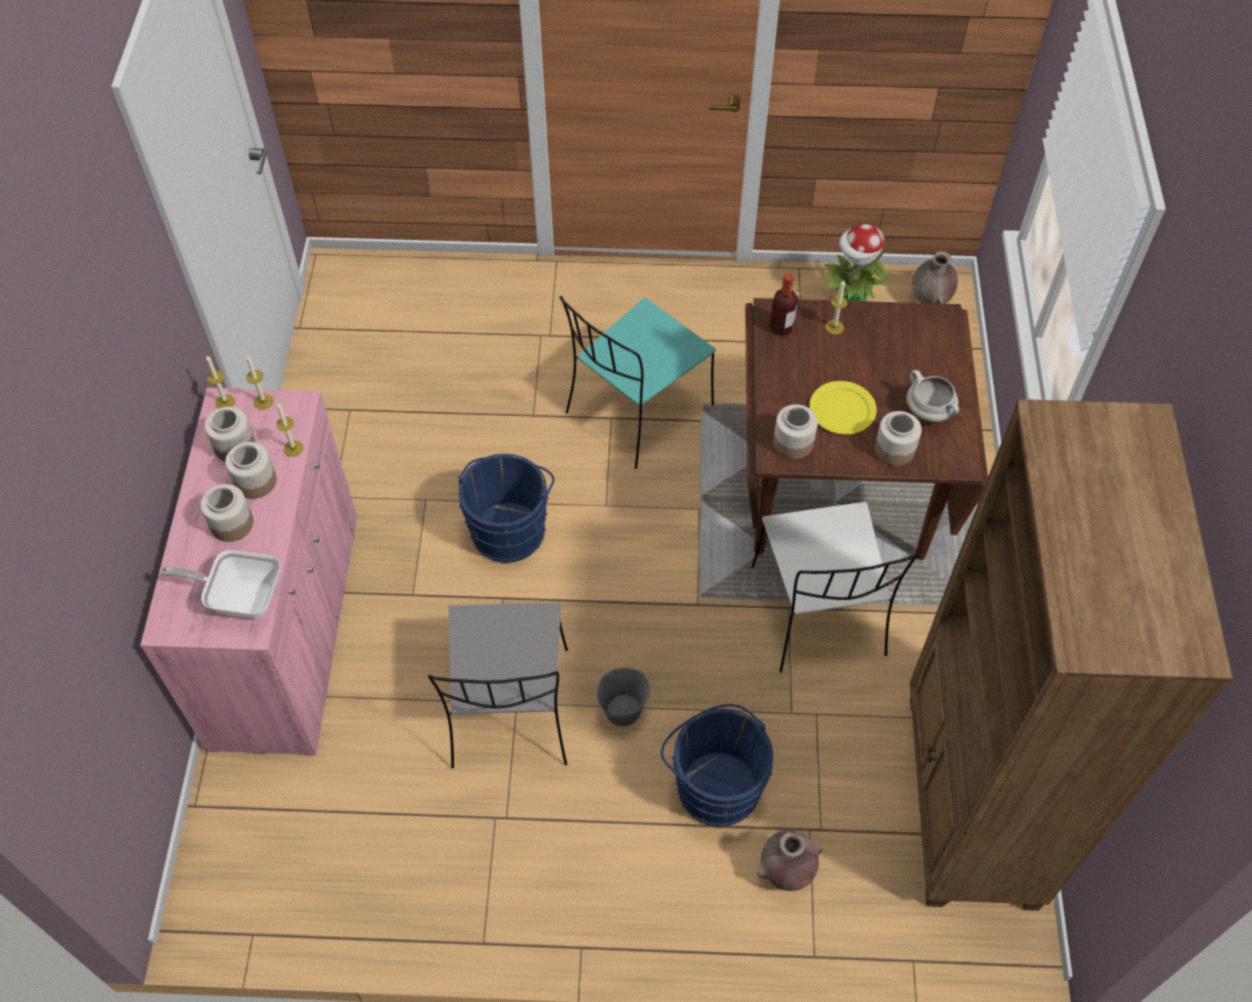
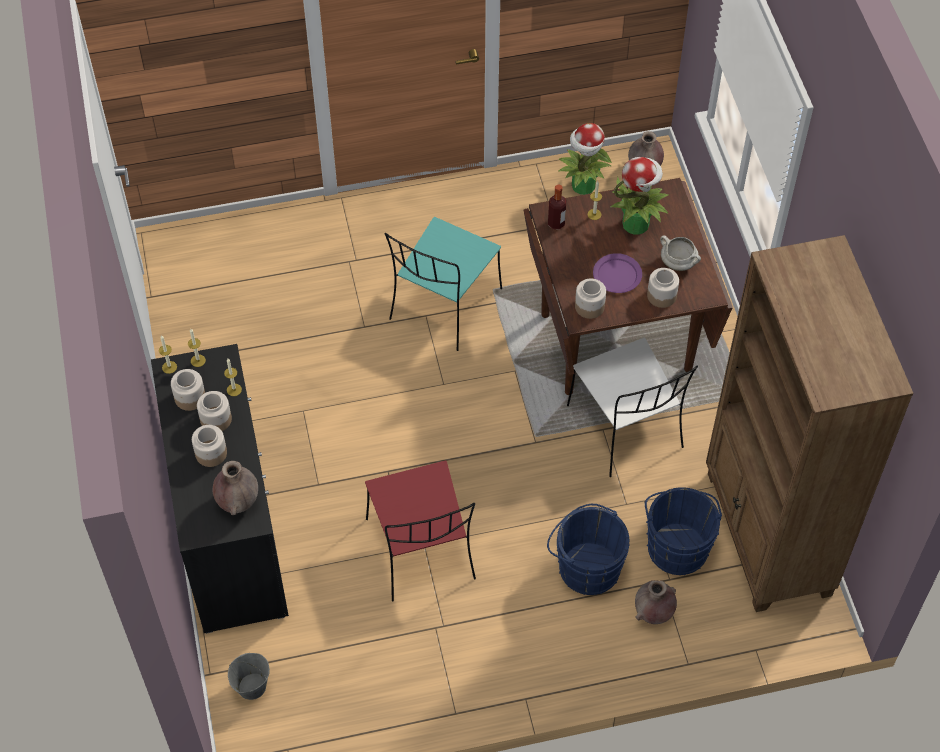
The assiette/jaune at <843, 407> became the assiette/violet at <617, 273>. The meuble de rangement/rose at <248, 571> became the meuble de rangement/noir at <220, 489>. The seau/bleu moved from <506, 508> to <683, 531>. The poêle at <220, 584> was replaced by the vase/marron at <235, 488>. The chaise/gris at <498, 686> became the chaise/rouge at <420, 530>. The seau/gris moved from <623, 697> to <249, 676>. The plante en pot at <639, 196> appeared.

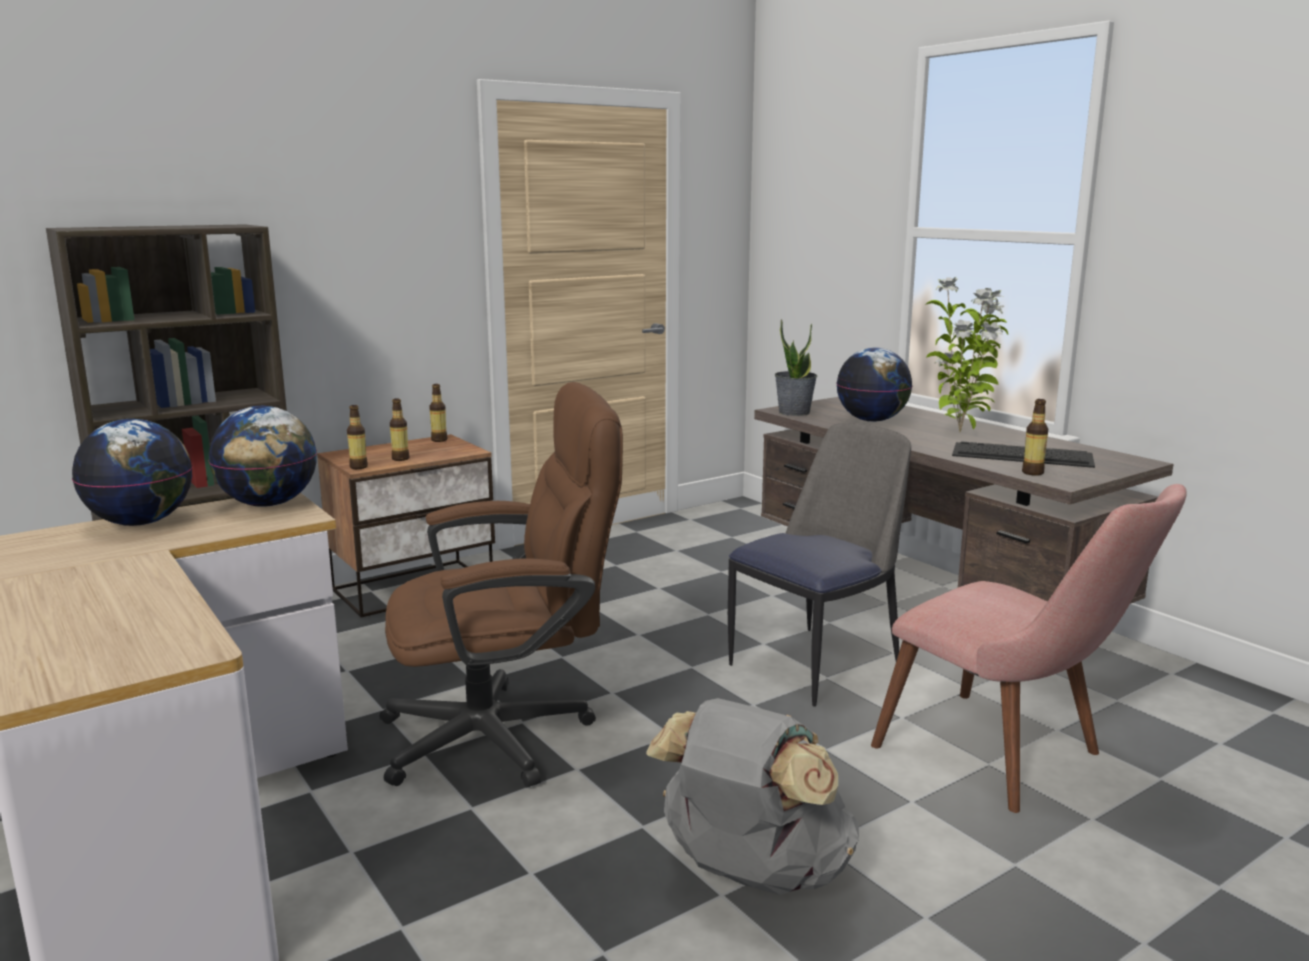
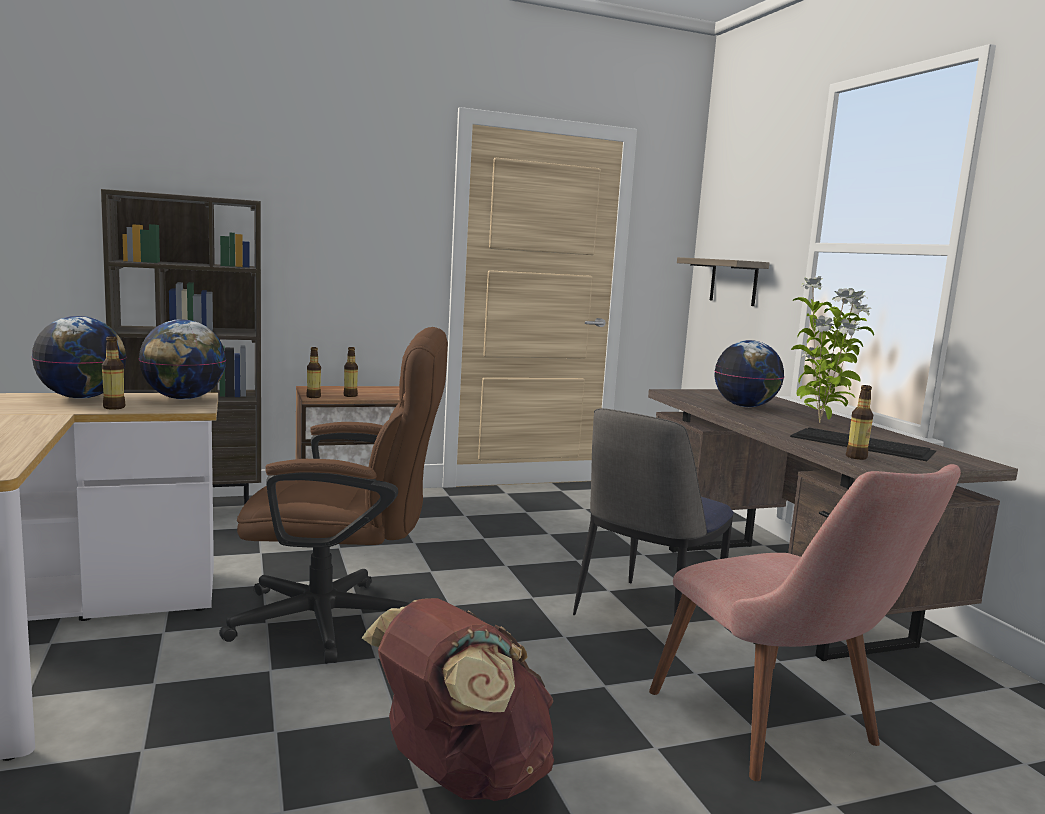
The plante en pot at <796, 367> disappeared. The bouteille moved from <438, 413> to <113, 373>. The chaise at <819, 565> turned 150 degrees clockwise. The sac à dos/gris at <752, 796> became the sac à dos/marron at <458, 699>. The étagère at <723, 281> appeared.

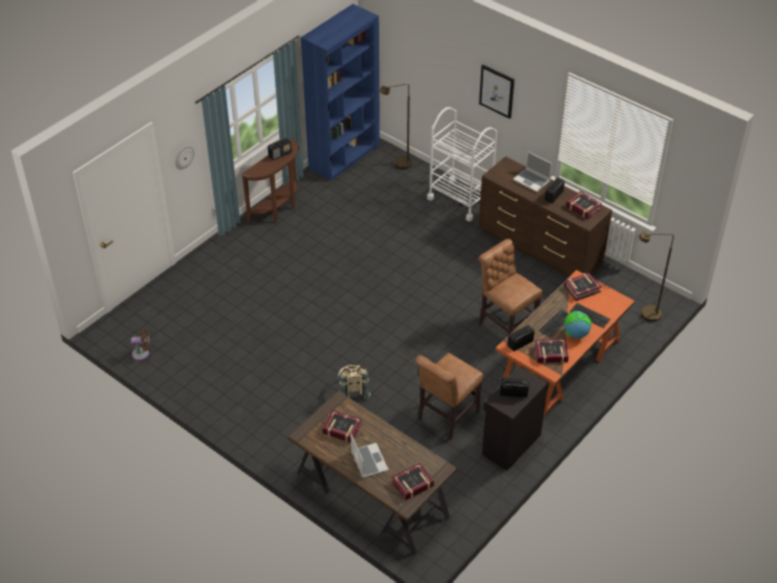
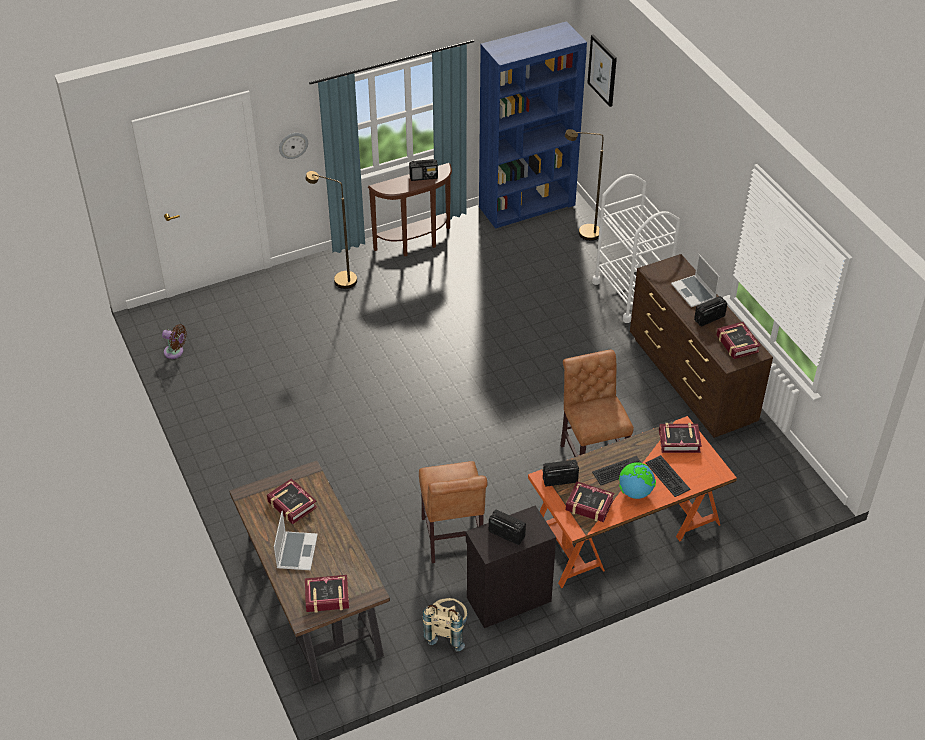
The tableau moved from <496, 92> to <602, 70>. The lampadaire/marron moved from <656, 277> to <331, 230>. The chaise/marron at <449, 396> turned 75 degrees counterclockwise. The sac à dos/beige moved from <354, 382> to <445, 624>.

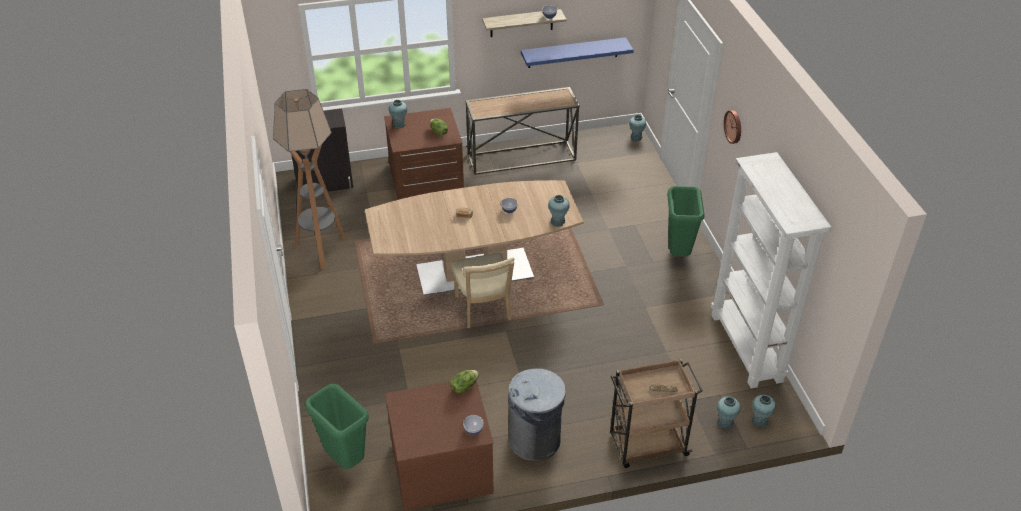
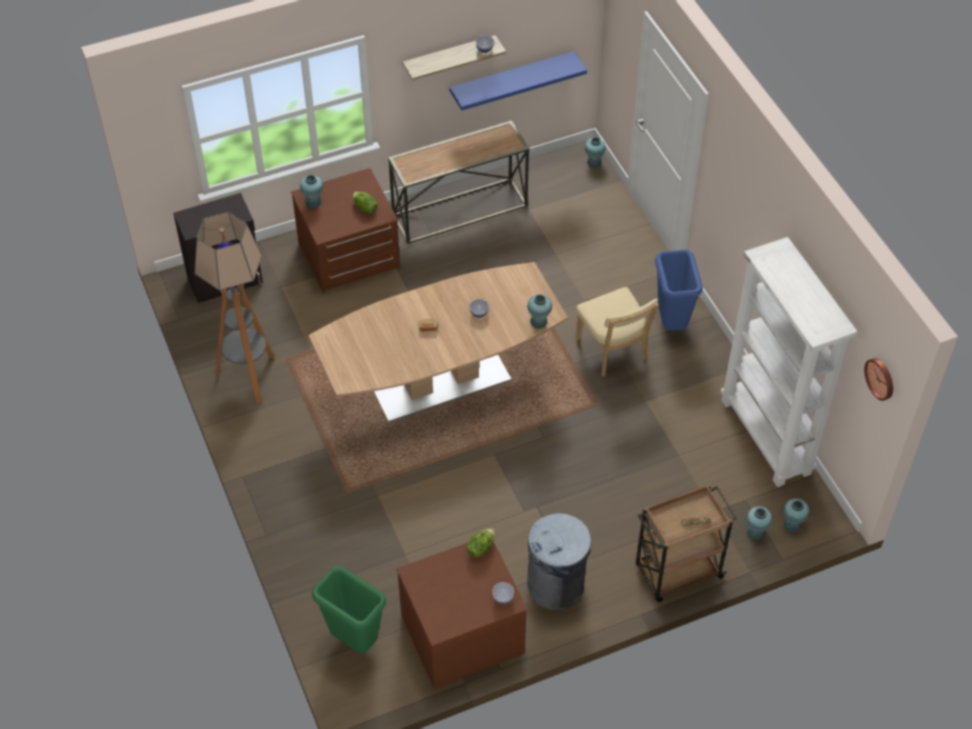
The horloge murale moved from <732, 127> to <878, 379>. The poubelle/vert at <686, 221> became the poubelle/bleu at <679, 290>. The chaise/beige moved from <482, 290> to <617, 331>.

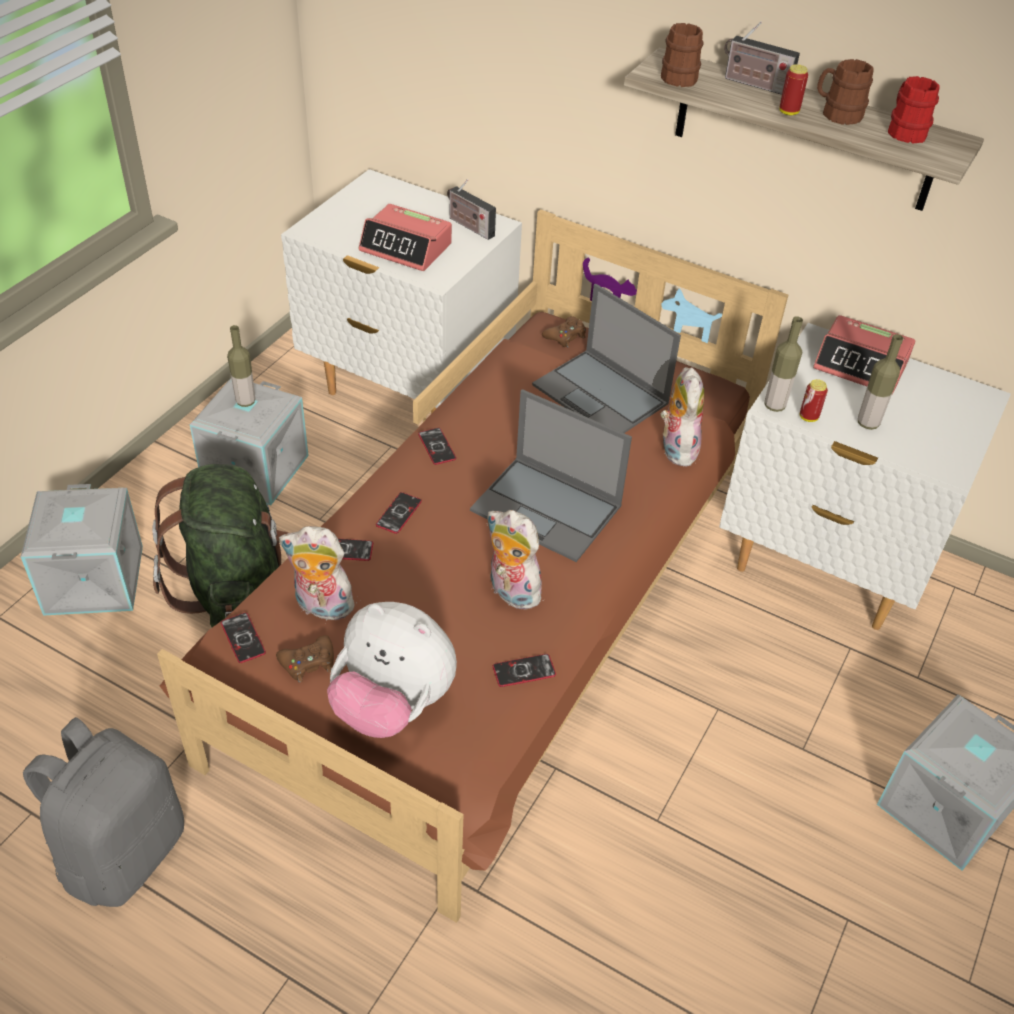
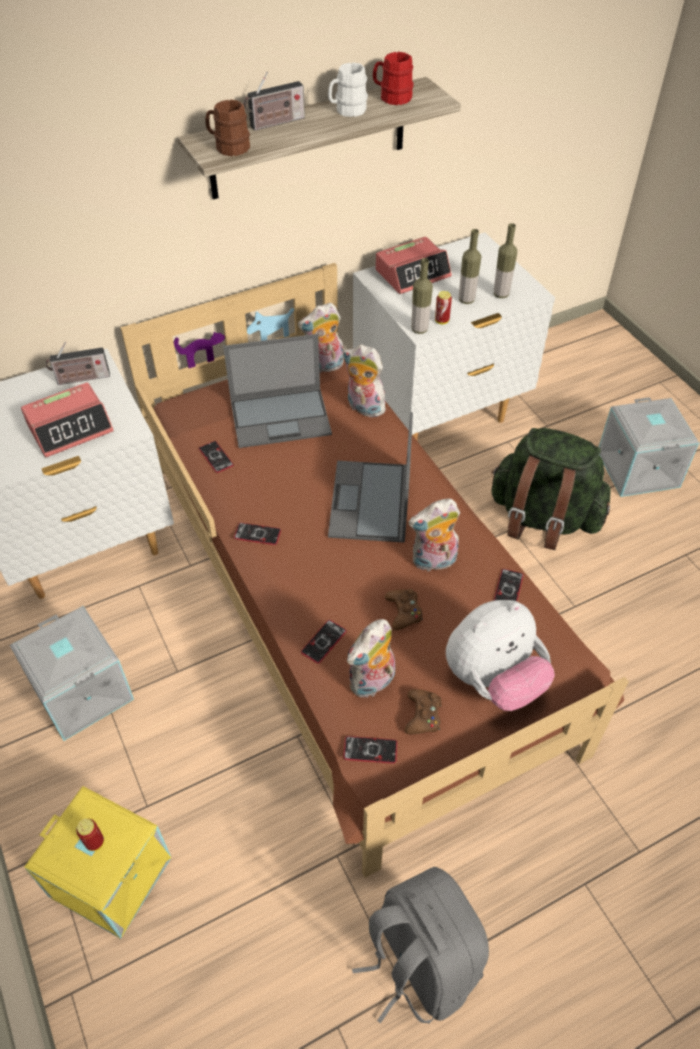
The mug/marron at <845, 92> became the mug/blanc at <348, 90>. The boîte métallique moved from <793, 89> to <90, 835>. The manette/marron moved from <564, 332> to <404, 609>. The bouteille moved from <241, 366> to <505, 260>. The ordinateur portable at <551, 475> turned 120 degrees clockwise. The sac à dos/vert moved from <220, 545> to <551, 489>. The boîte de rangement/gris at <82, 550> became the boîte de rangement/jaune at <97, 862>. The téléphone moved from <399, 513> to <216, 457>. The peluche at <320, 338> appeared.

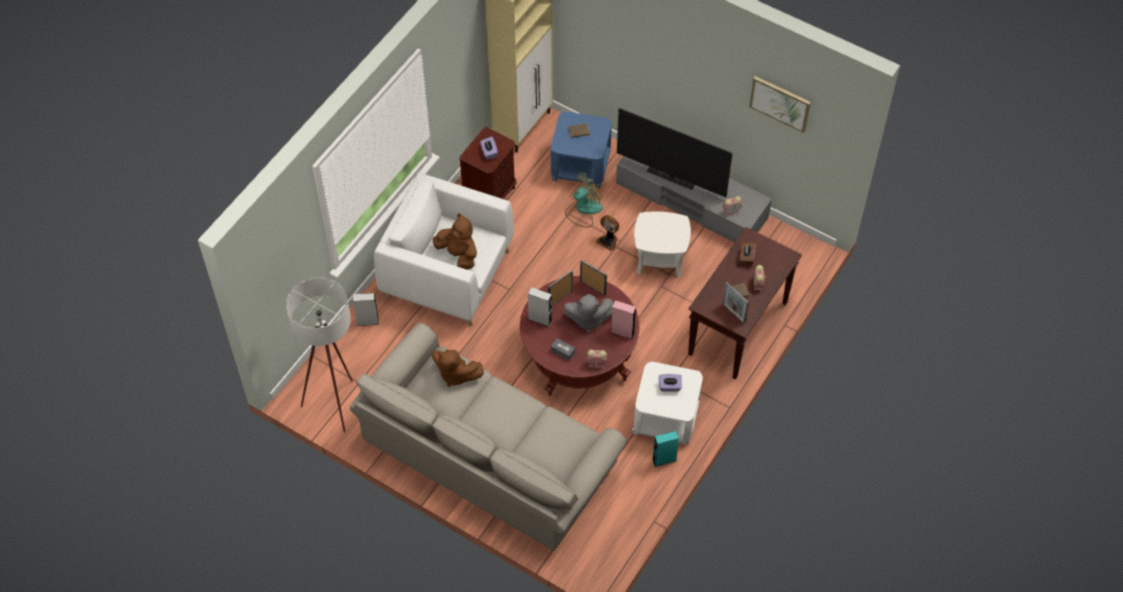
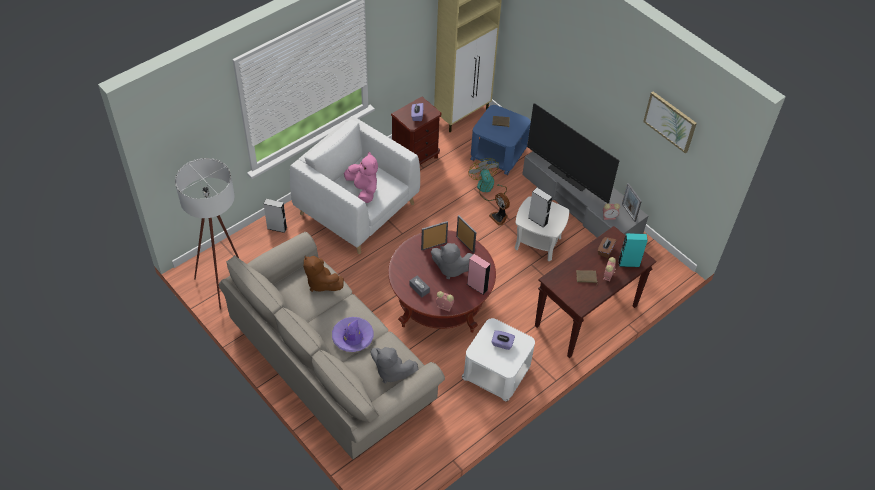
The ventilateur at <584, 199> turned 90 degrees counterclockwise. The peluche/marron at <455, 241> became the peluche/rose at <361, 177>. The cadre photo moved from <736, 303> to <632, 202>. The enceinte/gris moved from <540, 307> to <540, 208>. The enceinte/turquoise moved from <665, 449> to <633, 250>. The chapeau/violet at <353, 334> appeared. The peluche/gris at <395, 365> appeared.

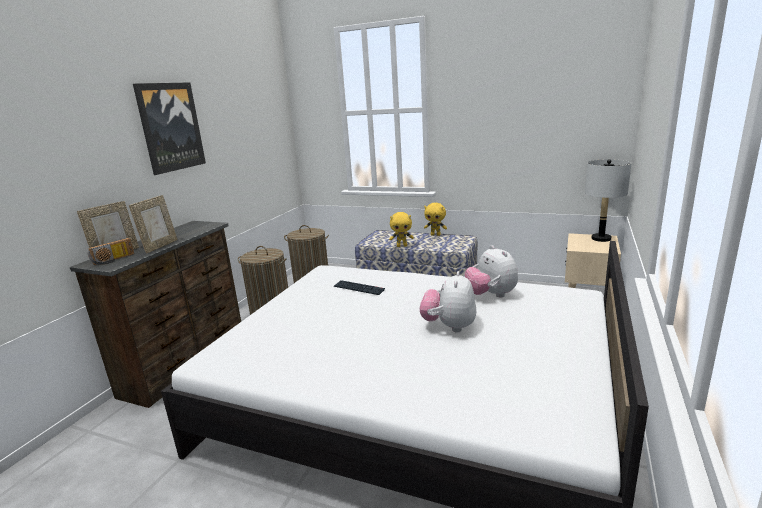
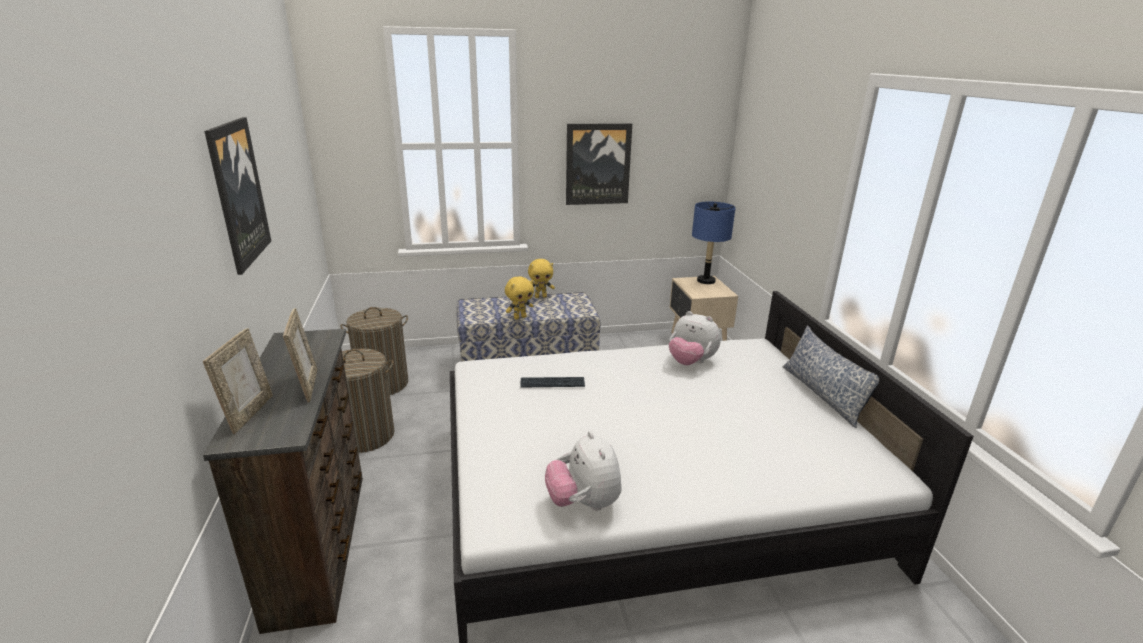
The lampe de table/gris at <608, 200> became the lampe de table/bleu at <714, 243>. The radio at <111, 251> disappeared. The peluche moved from <448, 301> to <583, 470>. The tableau at <599, 164> appeared. The coussin at <830, 376> appeared.

